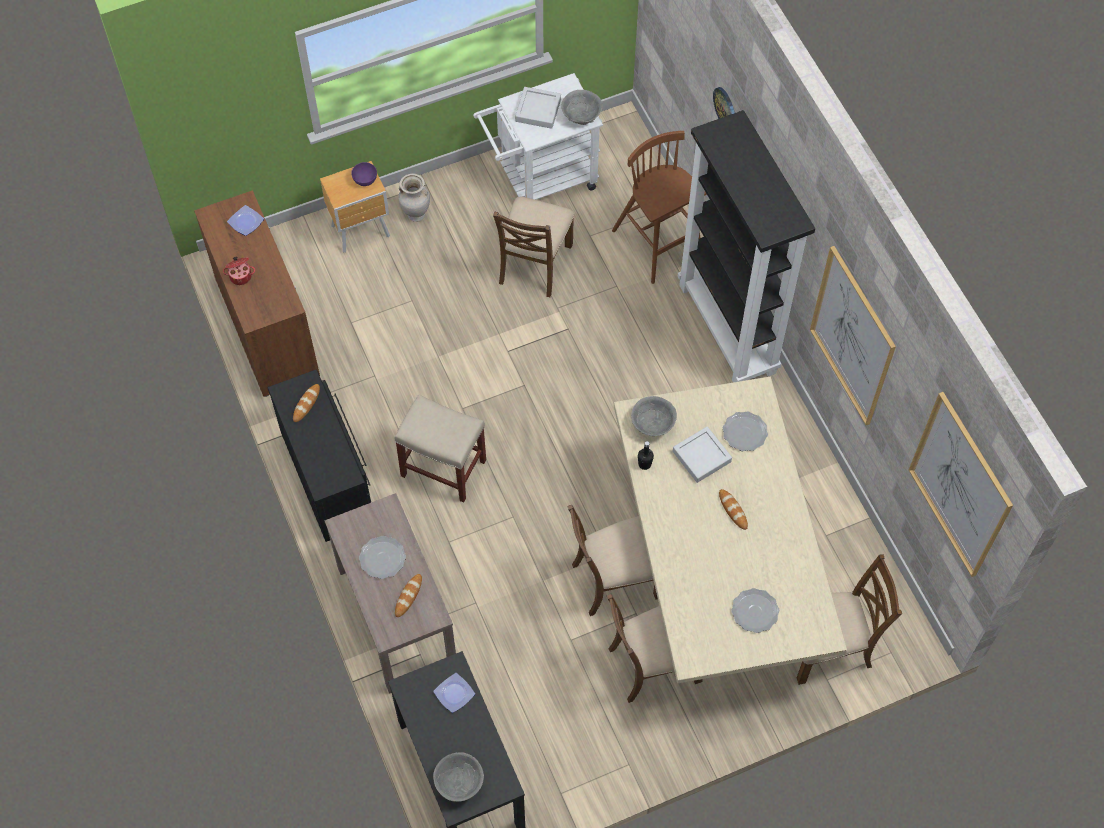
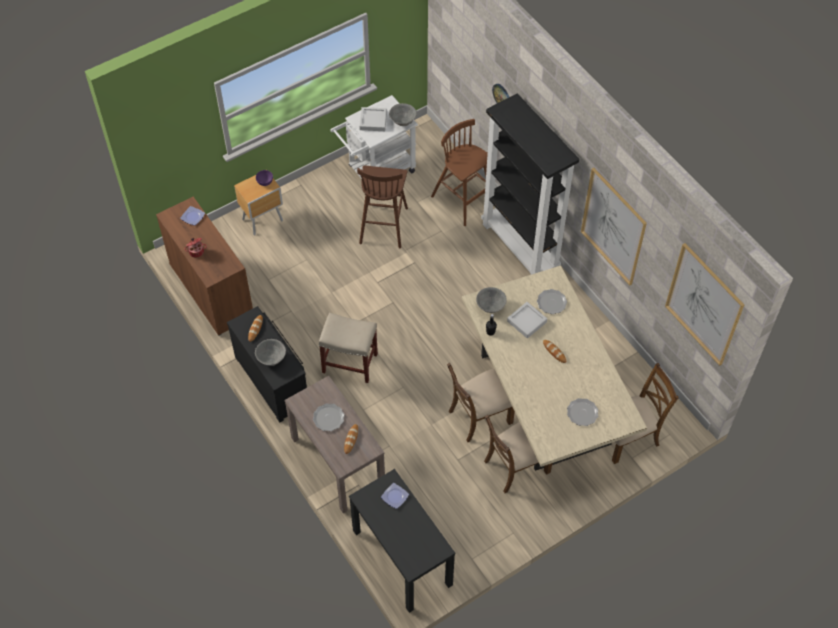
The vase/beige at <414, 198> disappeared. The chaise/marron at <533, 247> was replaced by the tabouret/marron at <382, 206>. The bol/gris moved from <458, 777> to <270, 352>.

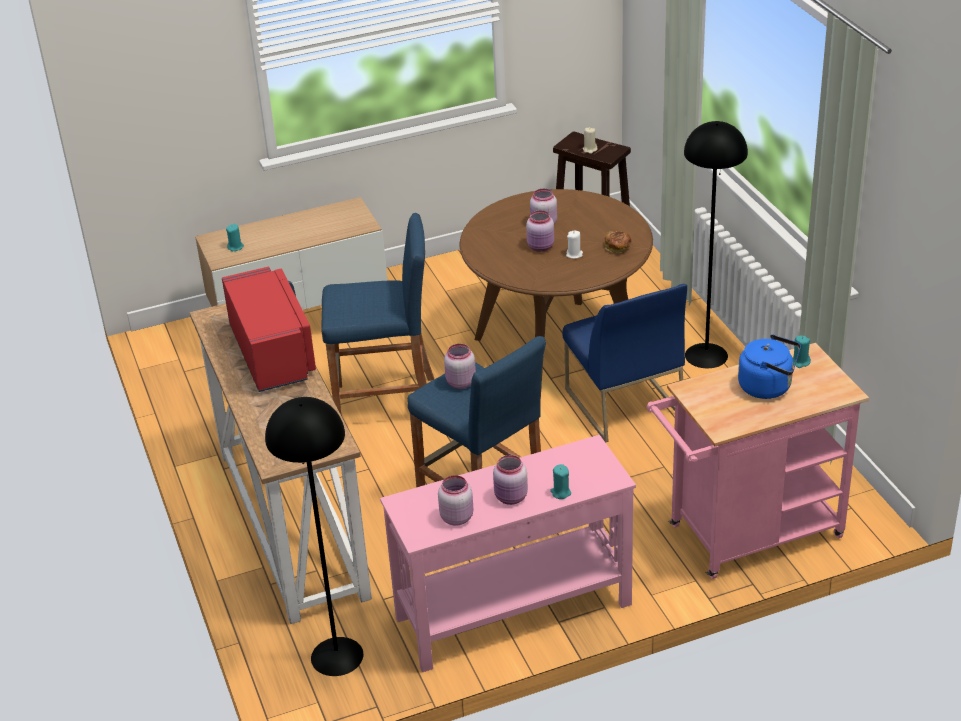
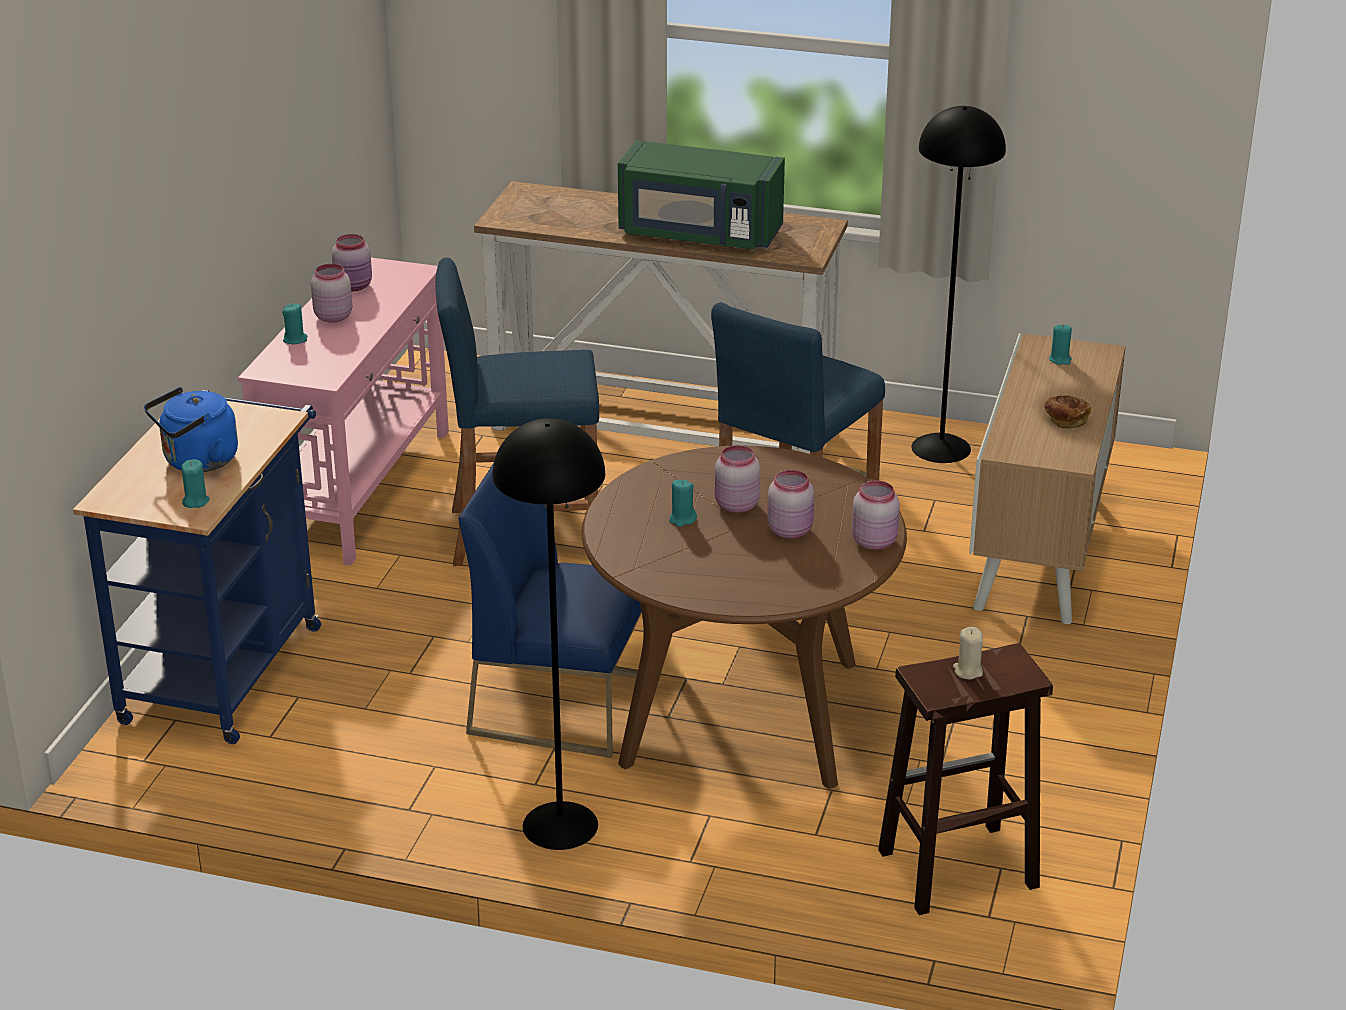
The bougie/blanc at <574, 245> became the bougie/turquoise at <683, 503>. The pain moved from <618, 242> to <1067, 412>. The micro-ondes/rouge at <269, 329> became the micro-ondes/vert at <701, 194>. The chariot/rose at <758, 461> became the chariot/bleu at <197, 567>. The bocal/rose moved from <460, 366> to <876, 515>. The lampadaire/noir moved from <314, 536> to <958, 284>.

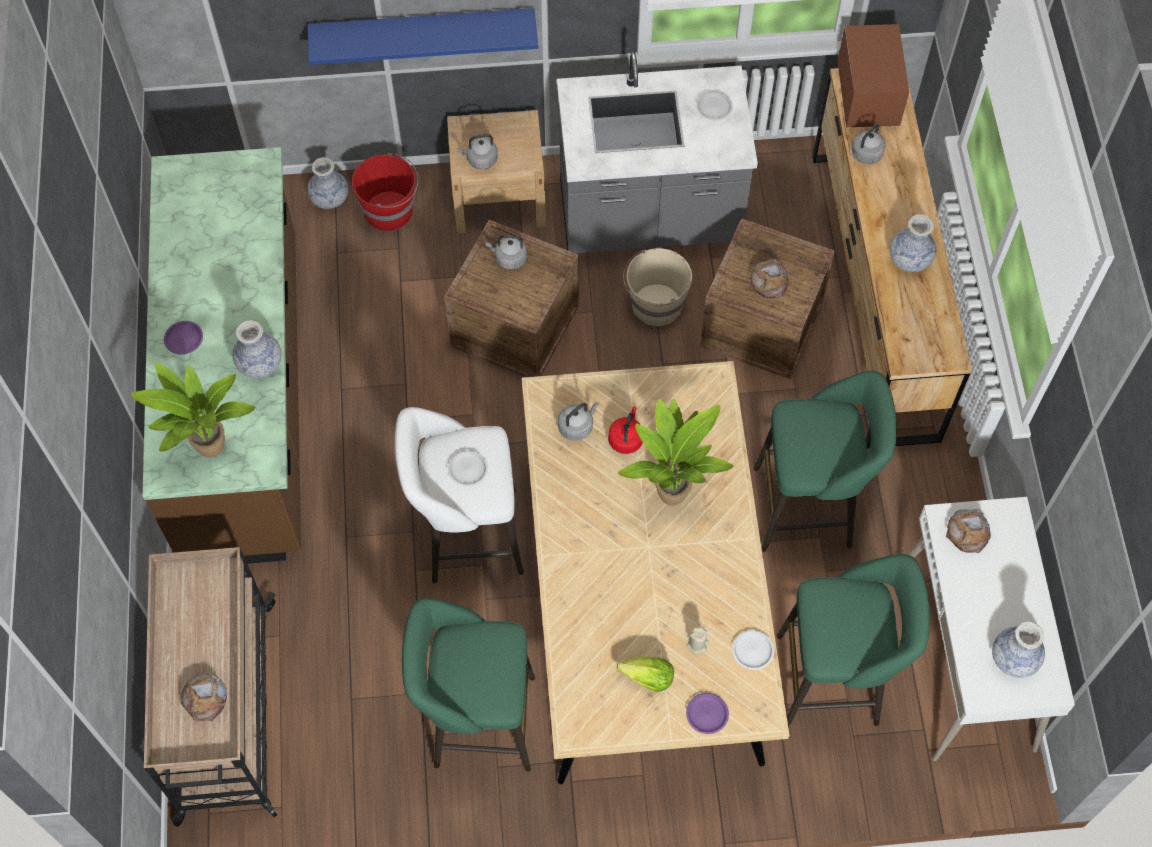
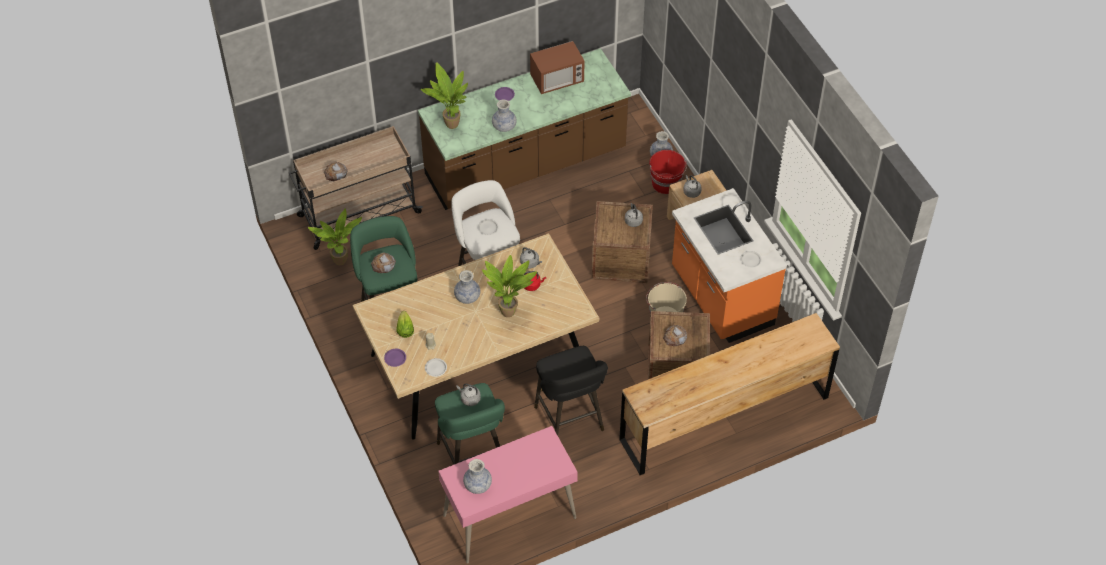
The étagère/bleu at <423, 36> disappeared. The micro-ondes moved from <873, 75> to <557, 67>. The comptoir de cuisine/gris at <657, 152> became the comptoir de cuisine/orange at <729, 265>. The bouilloire/gris moved from <868, 144> to <468, 395>. The vase moved from <913, 243> to <467, 287>. The tabouret/vert at <825, 461> became the tabouret/noir at <571, 391>. The bureau/blanc at <991, 629> became the bureau/rose at <508, 495>. The pain moved from <968, 531> to <383, 262>. The plante en pot at <335, 237> appeared.

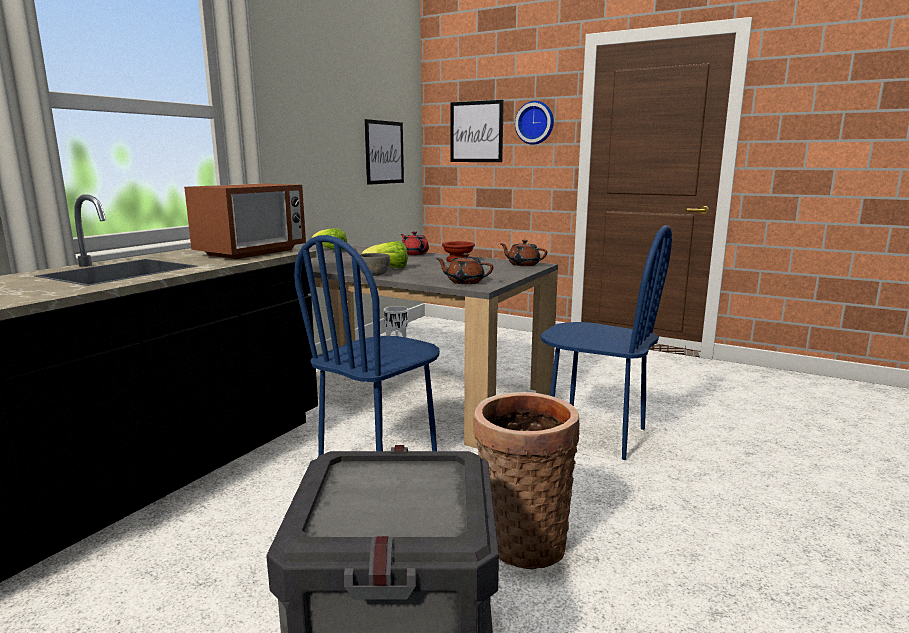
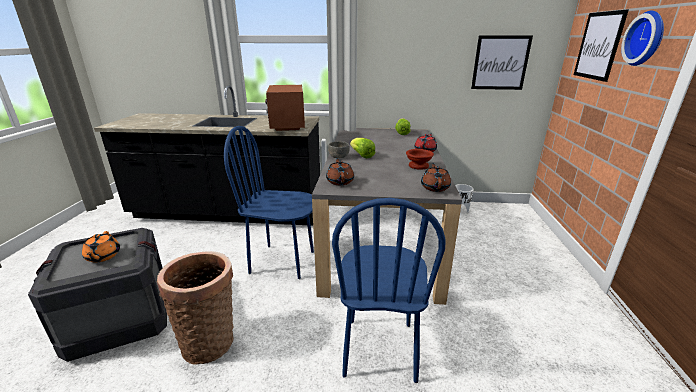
The micro-ondes at <245, 221> turned 75 degrees clockwise. The théière/orange at <101, 246> appeared.

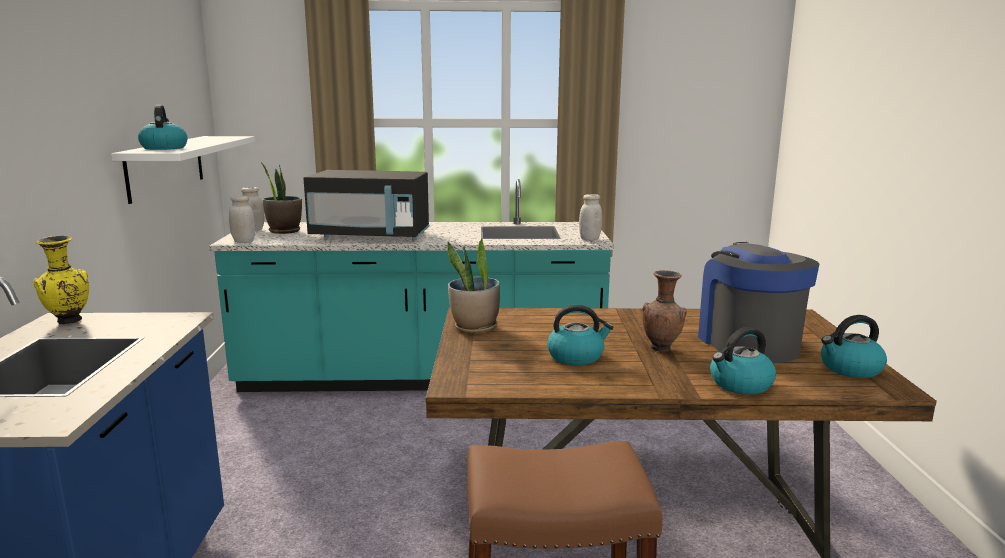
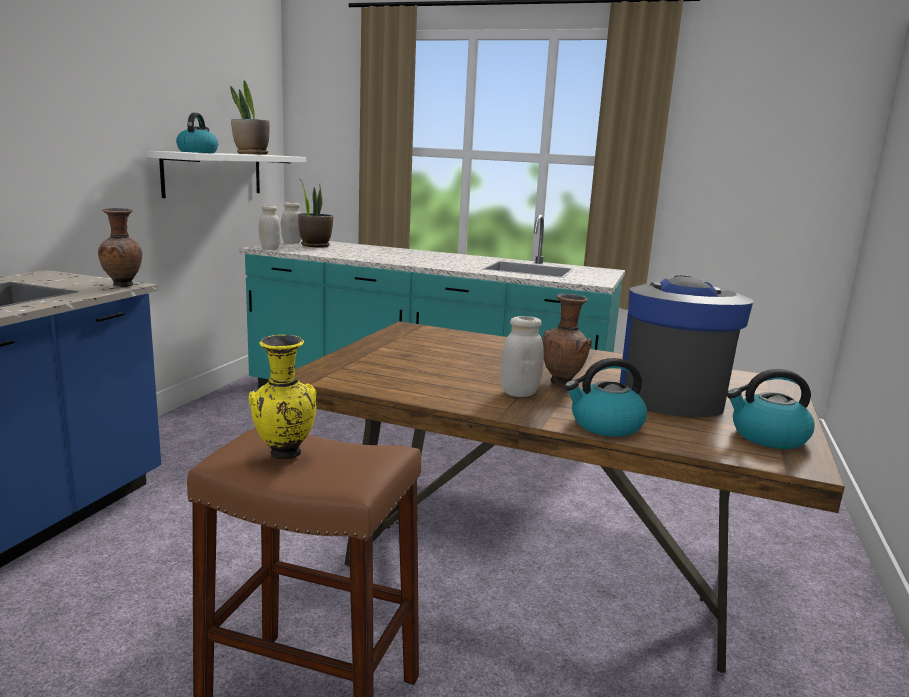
The micro-ondes/noir at <366, 205> disappeared. The bocal/blanc moved from <590, 217> to <522, 356>. The vase/jaune moved from <61, 280> to <283, 397>. The plante en pot moved from <473, 286> to <250, 117>. The bouilloire at <580, 335> disappeared. The vase/marron at <120, 248> appeared.

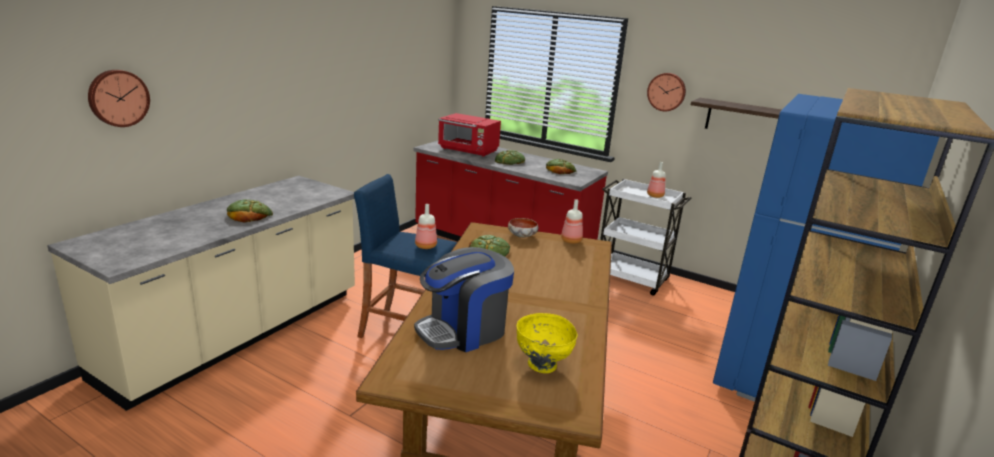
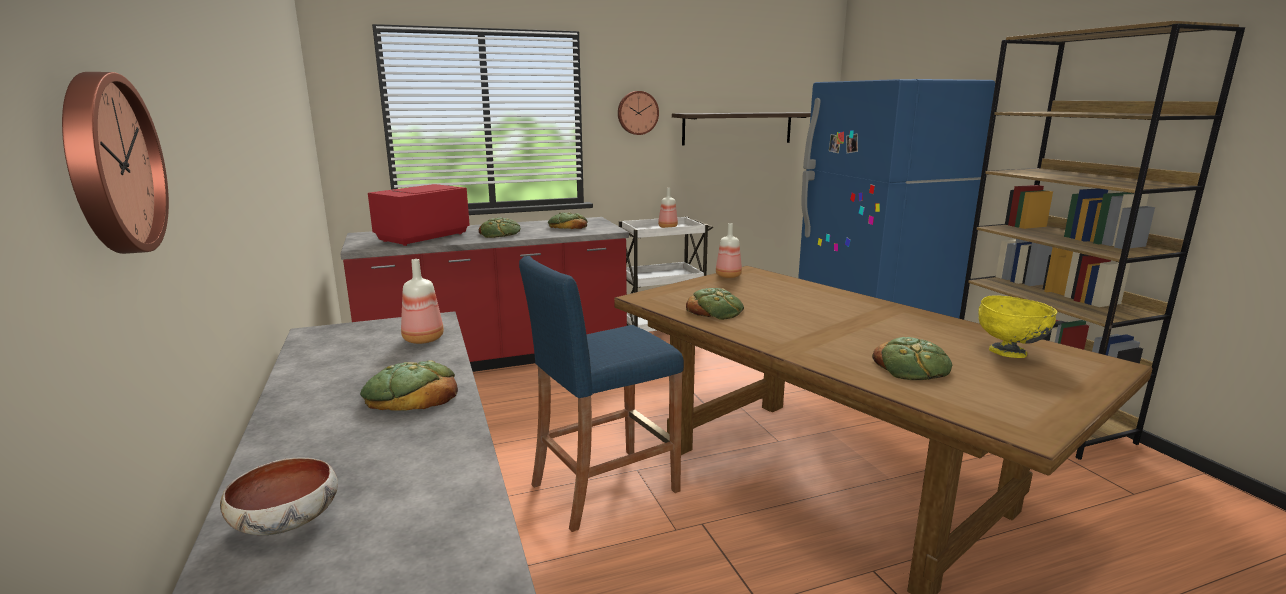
The micro-ondes/rouge at <469, 135> turned 150 degrees clockwise. The bouteille moved from <426, 226> to <422, 301>. The bol moved from <523, 228> to <279, 496>. The machine à café at <464, 299> was replaced by the pain at <912, 358>.

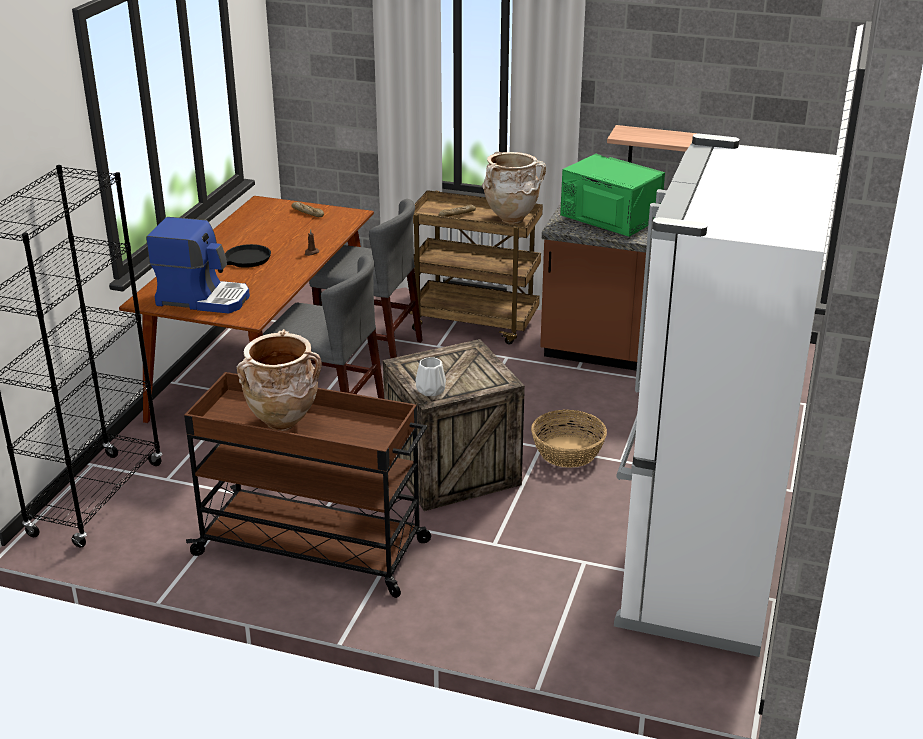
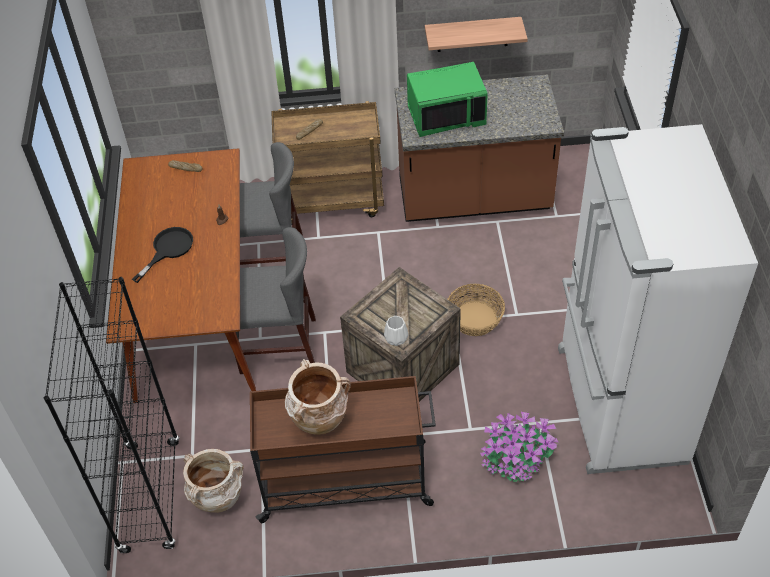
The vase/beige moved from <514, 188> to <213, 481>. The micro-ondes/vert at <612, 195> turned 150 degrees clockwise. The machine à café at <198, 265> disappeared. The plante en pot at <519, 447> appeared.

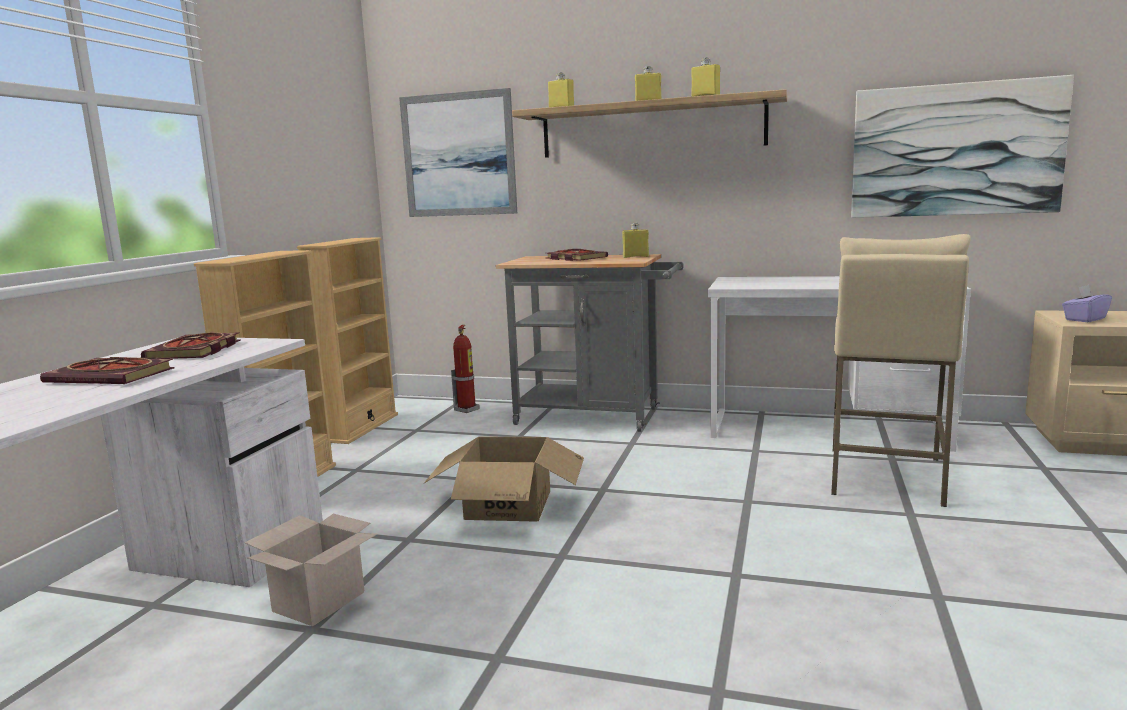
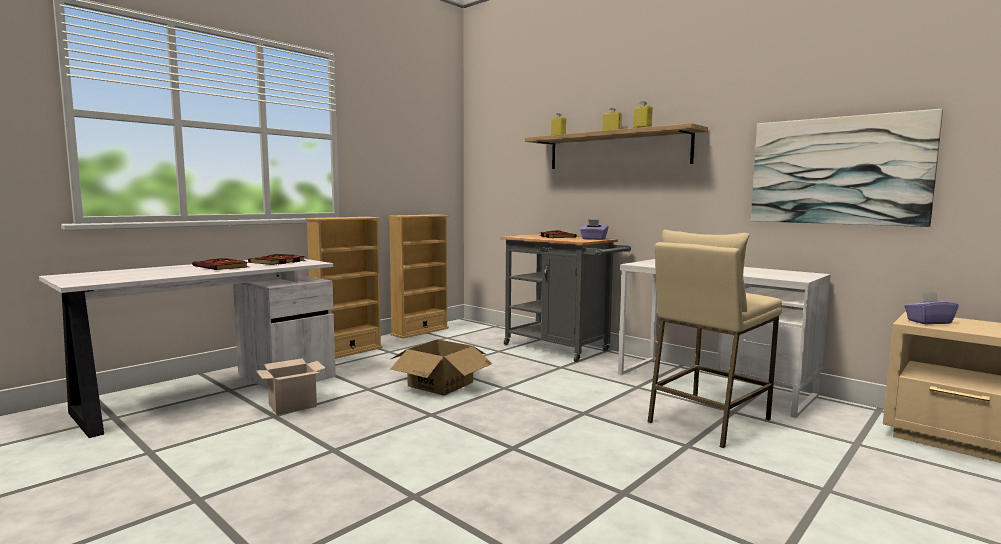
The tableau at <458, 152> disappeared. The bouteille/jaune at <635, 240> was replaced by the boîte à mouchoirs/violet at <594, 229>. The extincteur at <465, 369> disappeared.

